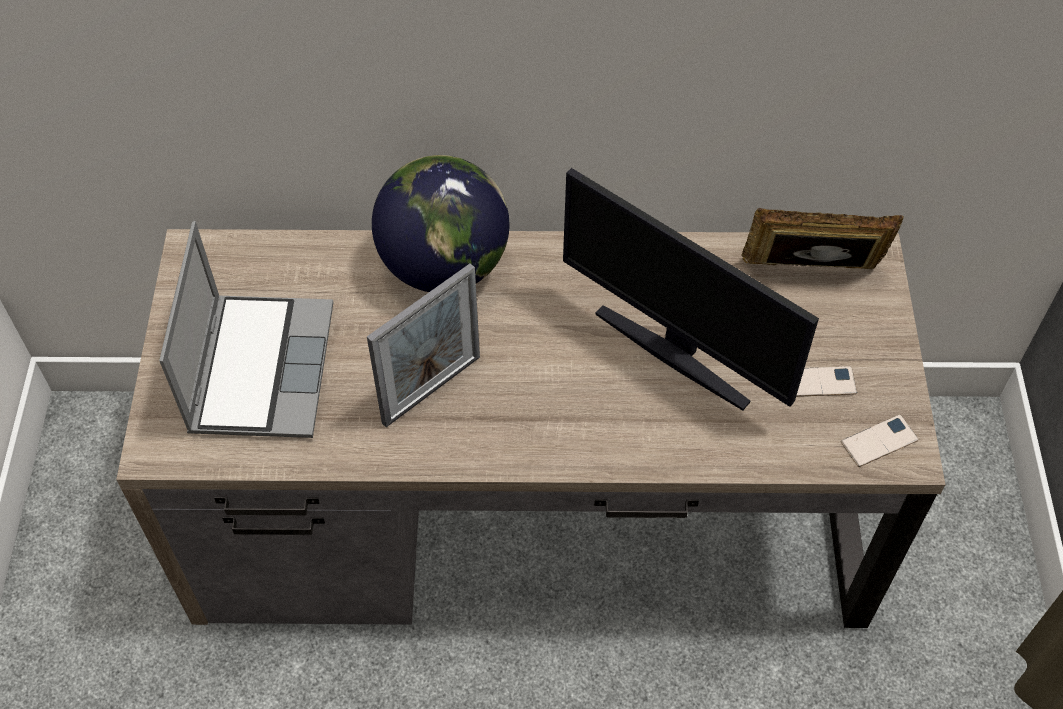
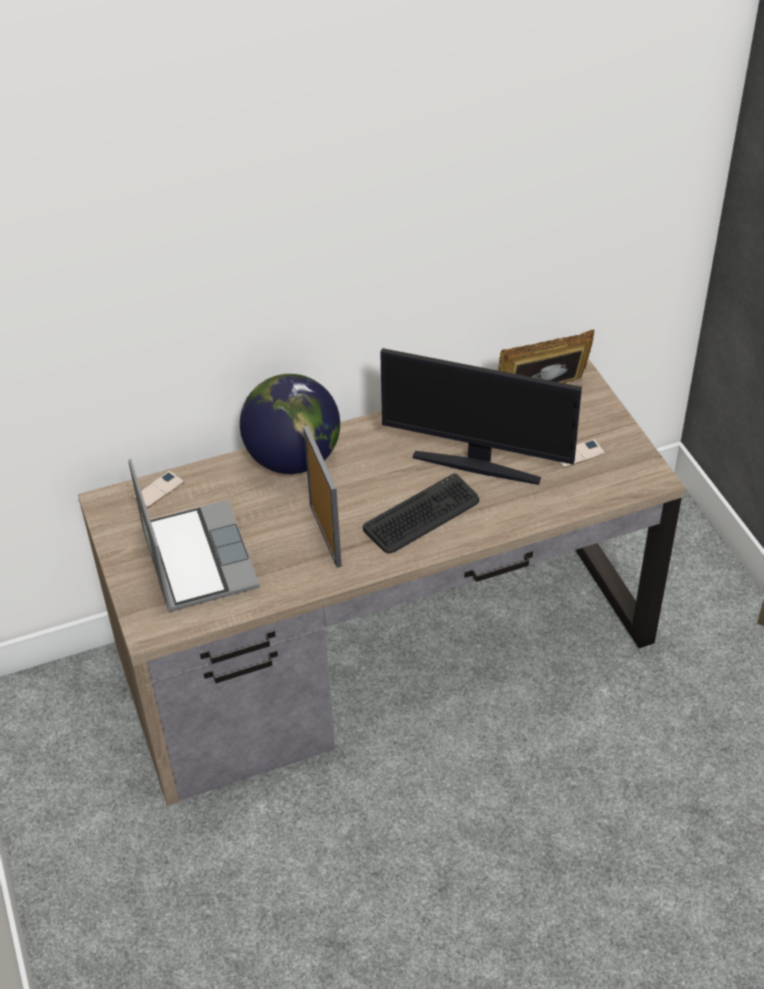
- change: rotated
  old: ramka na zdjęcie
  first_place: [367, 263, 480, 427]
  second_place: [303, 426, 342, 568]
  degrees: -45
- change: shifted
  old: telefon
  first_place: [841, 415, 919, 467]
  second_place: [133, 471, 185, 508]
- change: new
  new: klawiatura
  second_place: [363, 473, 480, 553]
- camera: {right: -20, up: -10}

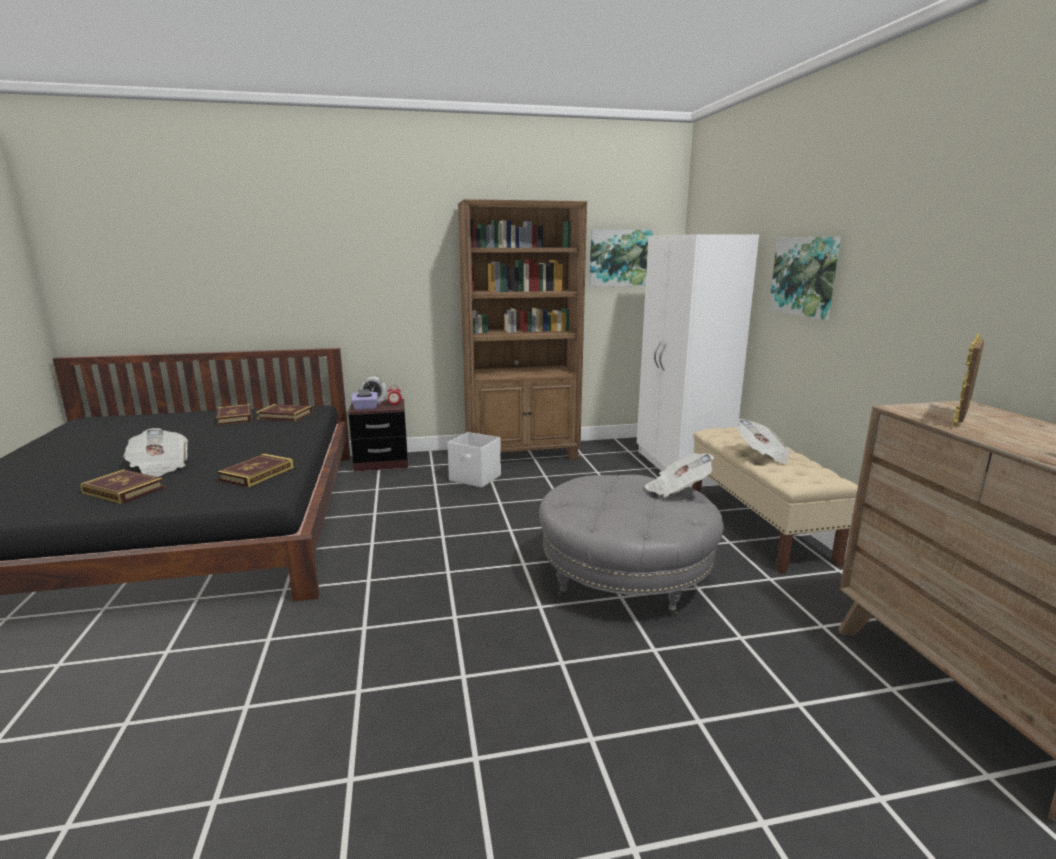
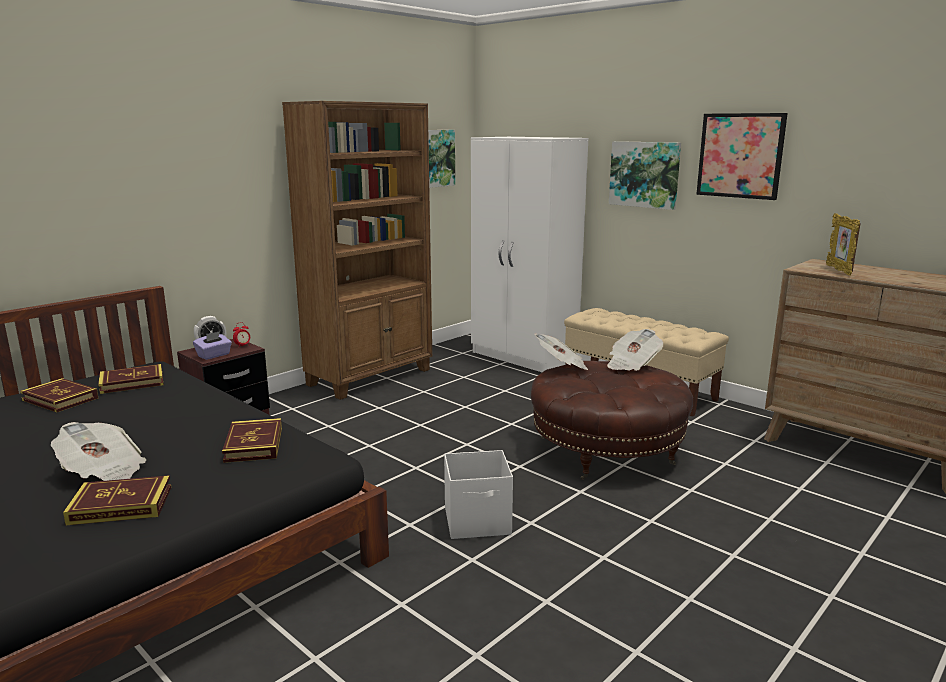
- change: shifted
  old: pojemnik do przechowywania (biały)
  first_place: [447, 432, 501, 488]
  second_place: [444, 450, 513, 539]
- change: repainted
  old: pufa (szary)
  new: pufa (brązowy)
  first_place: [539, 475, 724, 617]
  second_place: [531, 361, 693, 480]
- change: shifted
  old: gazeta
  first_place: [737, 419, 791, 464]
  second_place: [535, 334, 588, 370]
- change: new
  new: obraz
  second_place: [696, 113, 788, 200]
- camera: {right: -35, up: 0}

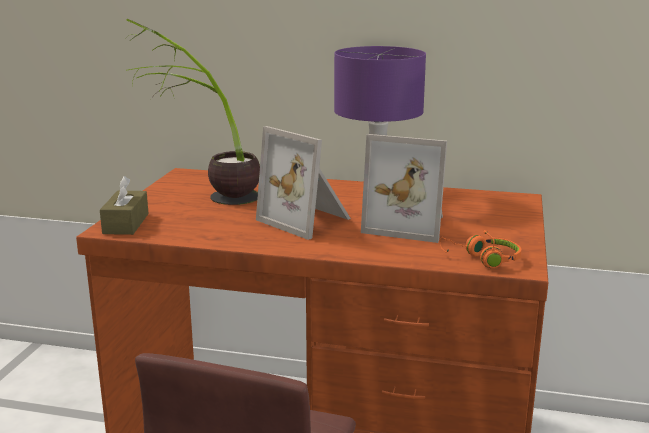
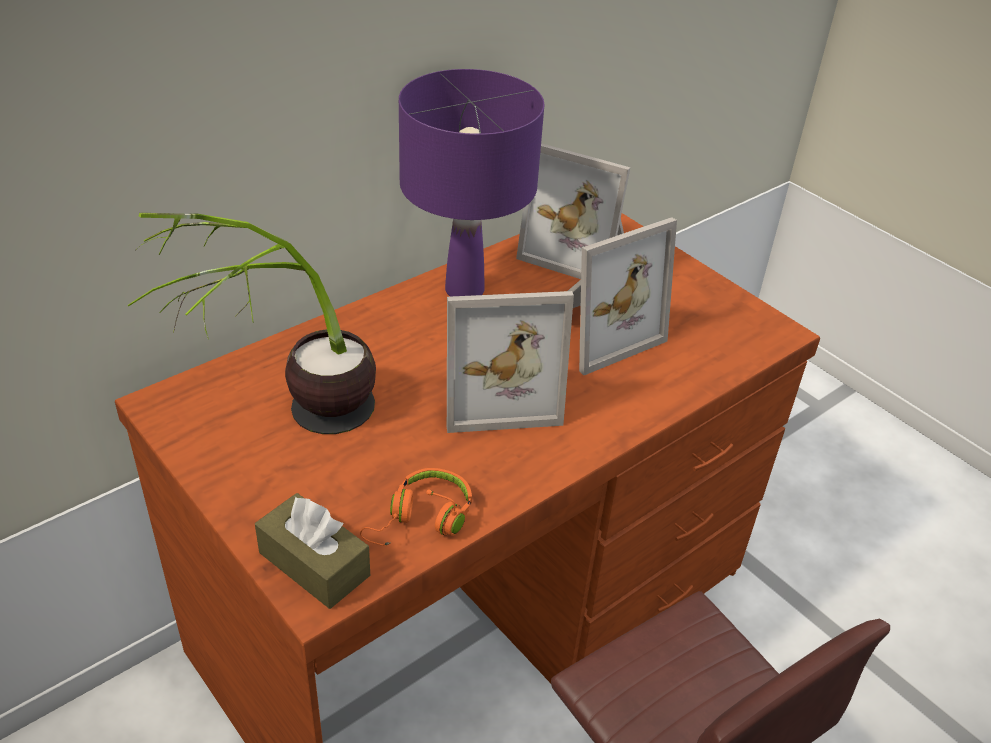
- change: shifted
  old: słuchawki (pomarańczowy)
  first_place: [440, 230, 522, 268]
  second_place: [360, 468, 472, 546]
- change: new
  new: ramka na zdjęcie
  second_place: [516, 143, 630, 279]
- camera: {right: -55, up: 20}

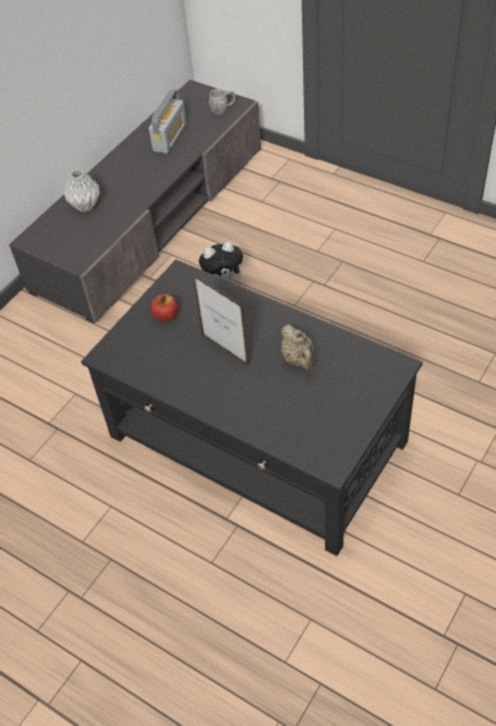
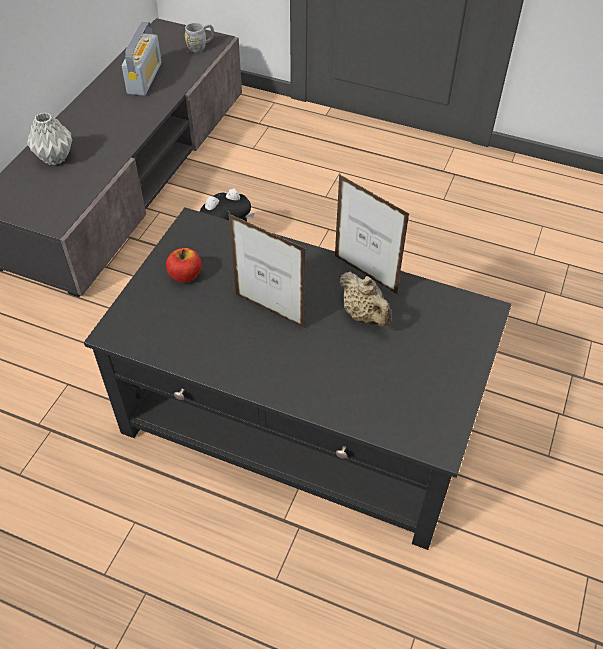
- change: new
  new: ramka na zdjęcie
  second_place: [335, 174, 409, 294]
- camera: {right: -15, up: 0}

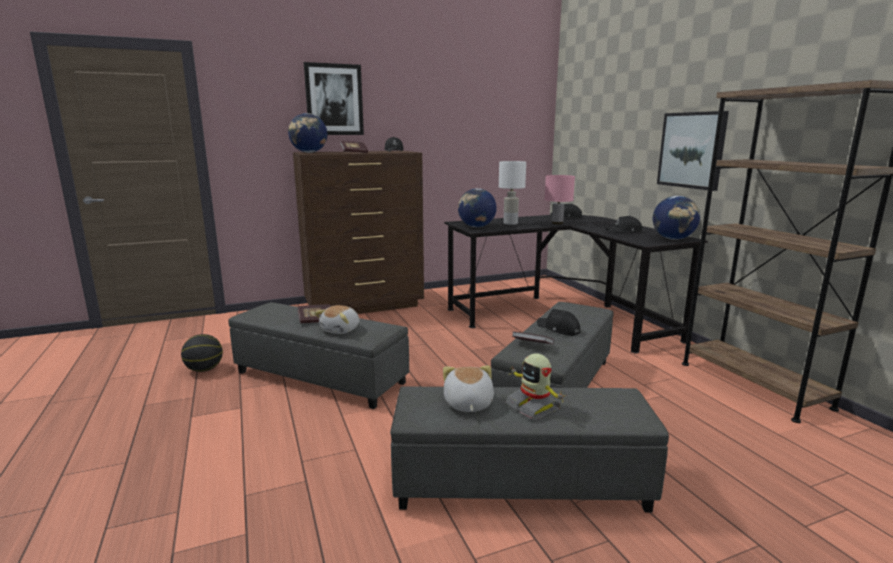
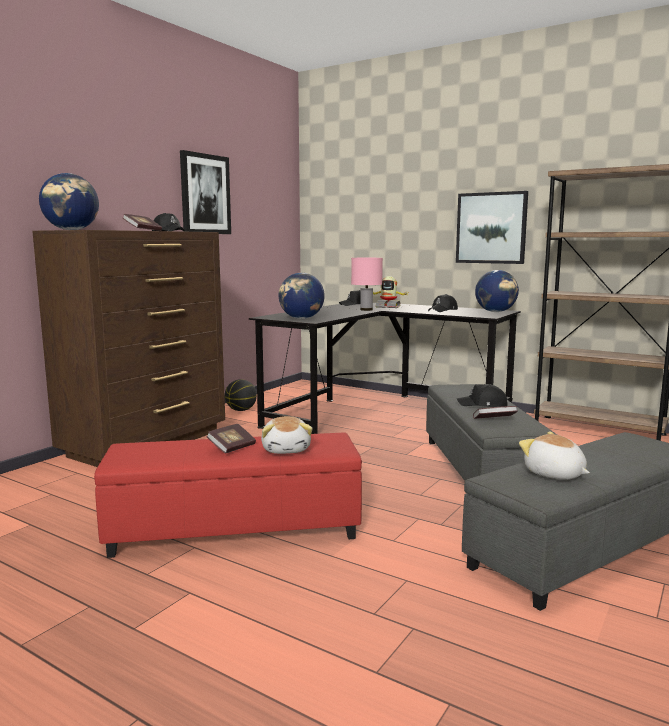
- change: shifted
  old: piłka do koszykówki
  first_place: [181, 334, 223, 372]
  second_place: [225, 379, 257, 411]
- change: repainted
  old: pufa (szary)
  new: pufa (czerwony)
  first_place: [228, 302, 409, 409]
  second_place: [94, 433, 362, 558]
- change: shifted
  old: obraz
  first_place: [304, 62, 364, 135]
  second_place: [180, 150, 231, 234]
- change: gone
  old: lampa stołowa (biały)
  first_place: [499, 161, 526, 225]
- change: shifted
  old: robot zabawkowy
  first_place: [505, 353, 564, 420]
  second_place: [373, 276, 407, 308]
- camera: {right: -35, up: -5}

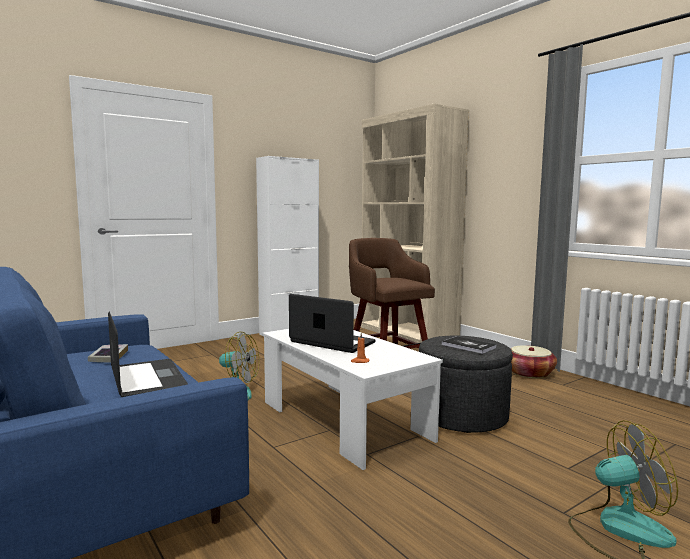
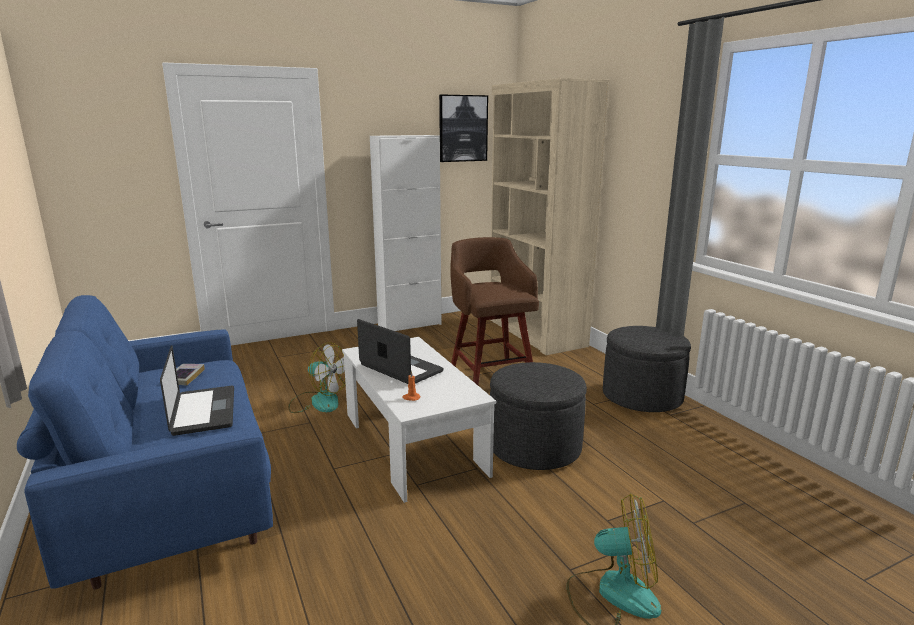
- change: gone
  old: książka
  first_place: [442, 336, 497, 354]
- change: swapped
  old: koszyk
  new: pufa (szary)
  first_place: [511, 345, 557, 379]
  second_place: [603, 326, 691, 412]
- change: new
  new: obraz
  second_place: [439, 95, 488, 162]
- camera: {right: 10, up: 10}

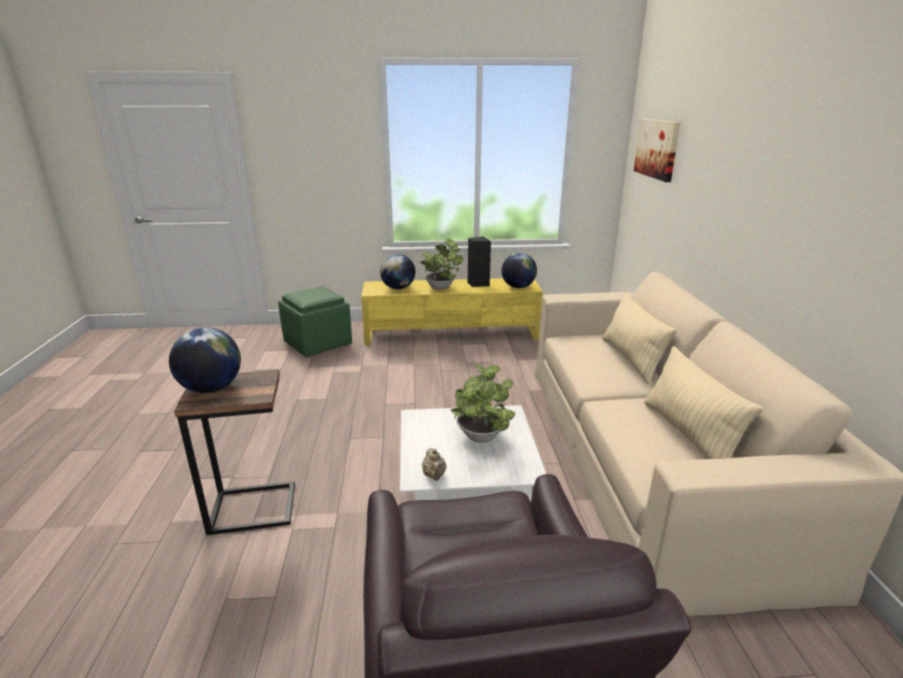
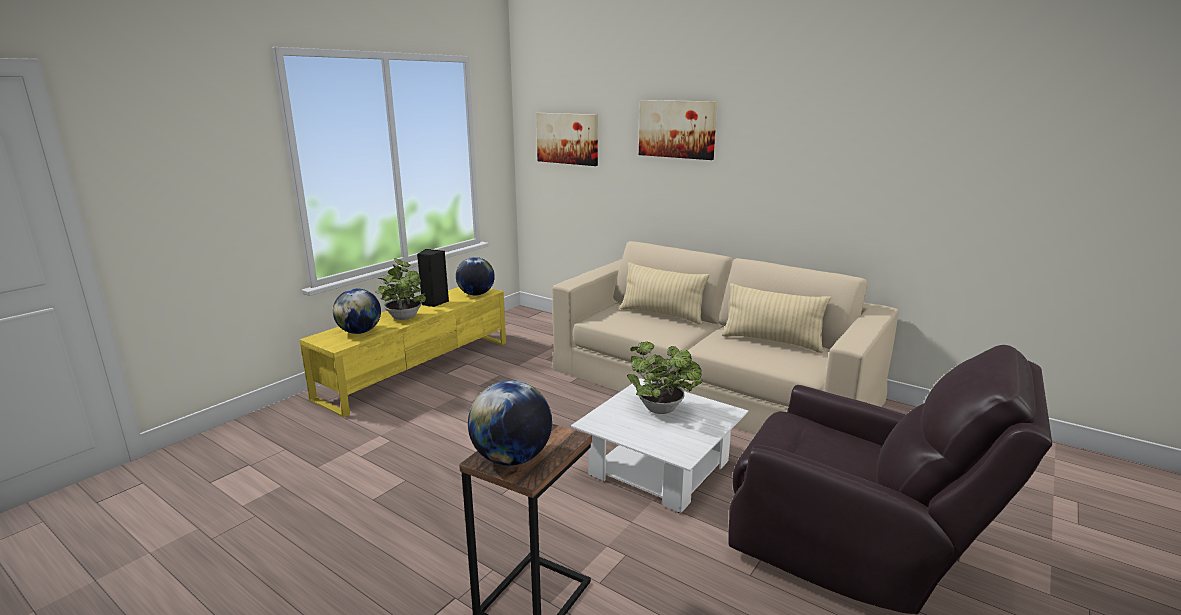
- change: gone
  old: pufa (zielony)
  first_place: [278, 286, 352, 357]
- change: gone
  old: imbryk (beżowy)
  first_place: [422, 448, 447, 481]
- change: new
  new: obraz
  second_place: [639, 100, 717, 160]
- camera: {right: -50, up: -5}

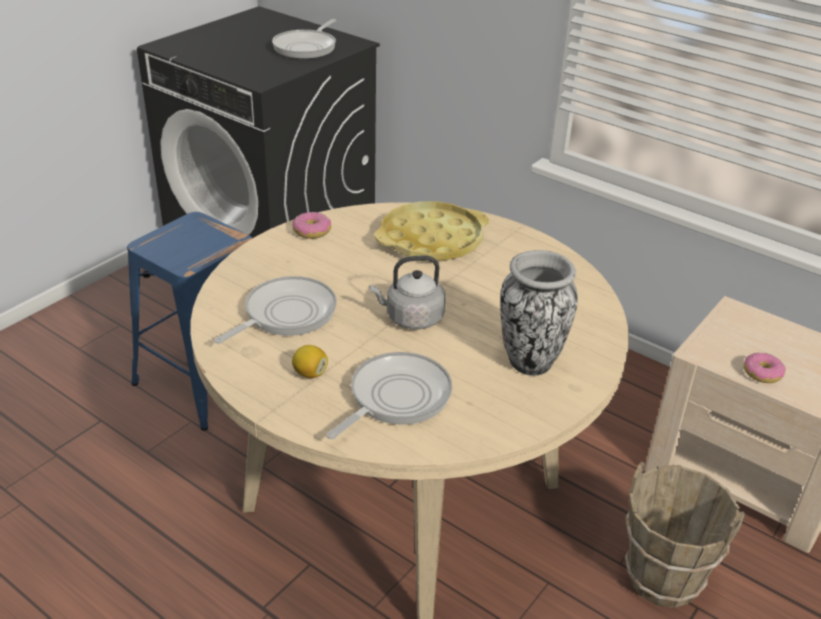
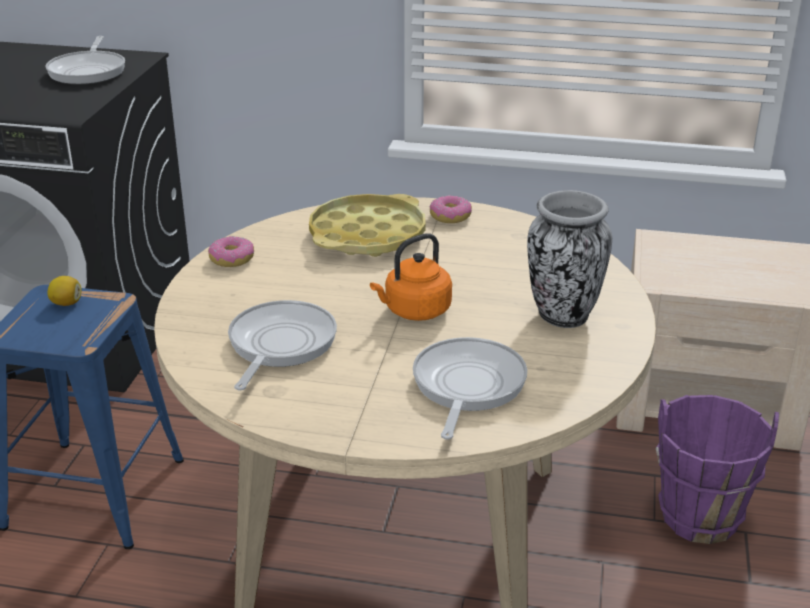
- change: shifted
  old: cytryna
  first_place: [292, 345, 328, 378]
  second_place: [48, 276, 82, 306]
- change: repainted
  old: czajnik (szary)
  new: czajnik (pomarańczowy)
  first_place: [369, 255, 445, 329]
  second_place: [370, 233, 452, 321]
- change: repainted
  old: wiadro (brązowy)
  new: wiadro (fioletowy)
  first_place: [625, 461, 745, 608]
  second_place: [656, 395, 779, 544]
- change: shifted
  old: donut
  first_place: [744, 352, 786, 383]
  second_place: [430, 195, 472, 223]
- camera: {right: -25, up: -5}

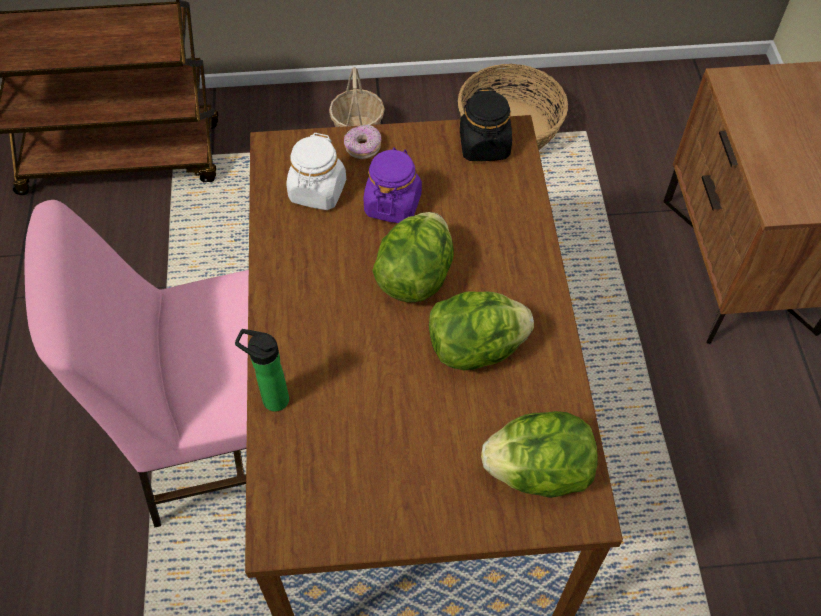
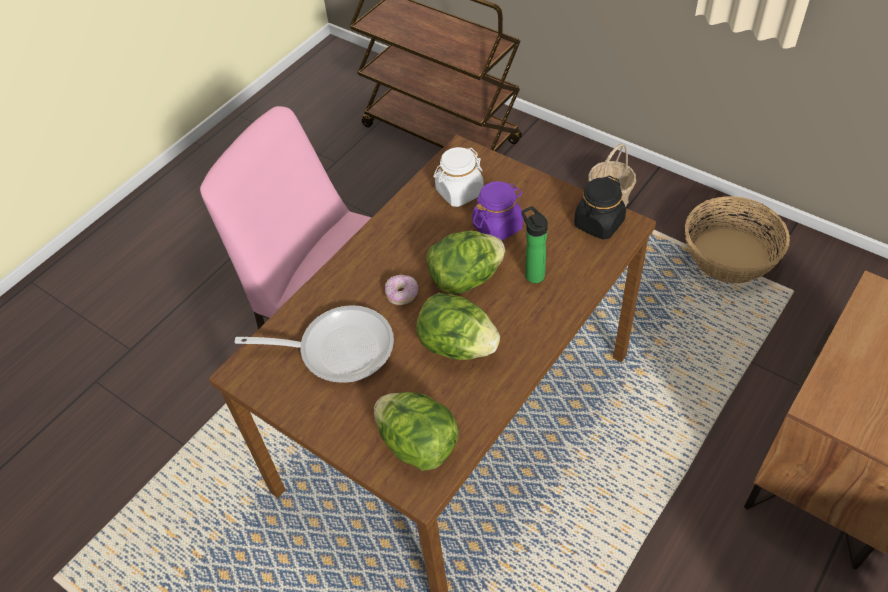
- change: shifted
  old: butelka
  first_place: [235, 329, 289, 411]
  second_place: [521, 206, 548, 283]
- change: shifted
  old: donut
  first_place: [344, 125, 381, 159]
  second_place: [385, 275, 418, 305]
- change: new
  new: patelnia
  second_place: [235, 305, 394, 383]
- camera: {right: 45, up: -5}

